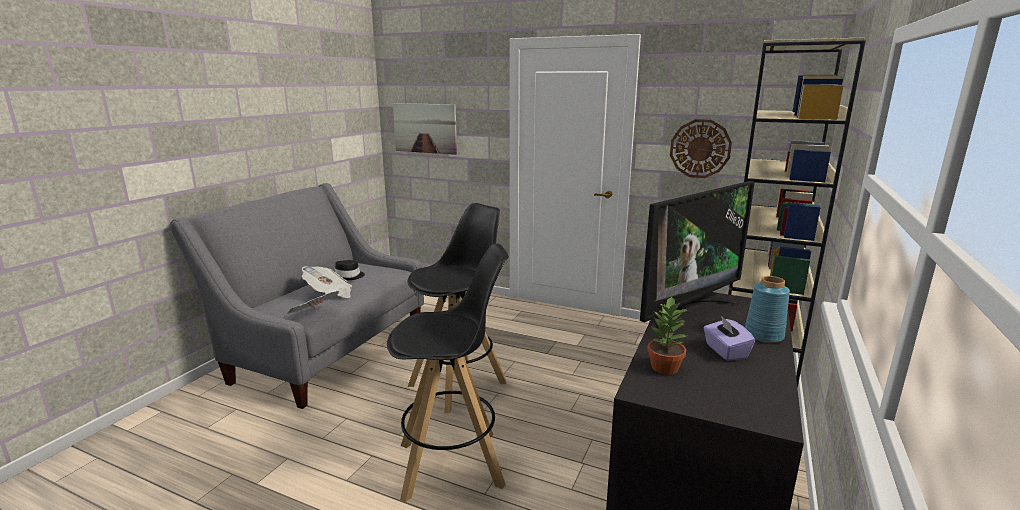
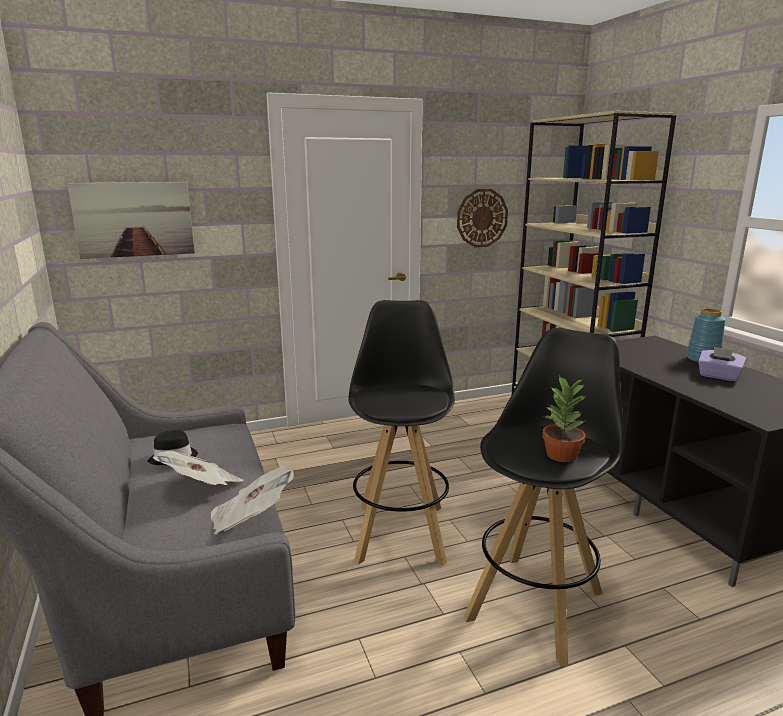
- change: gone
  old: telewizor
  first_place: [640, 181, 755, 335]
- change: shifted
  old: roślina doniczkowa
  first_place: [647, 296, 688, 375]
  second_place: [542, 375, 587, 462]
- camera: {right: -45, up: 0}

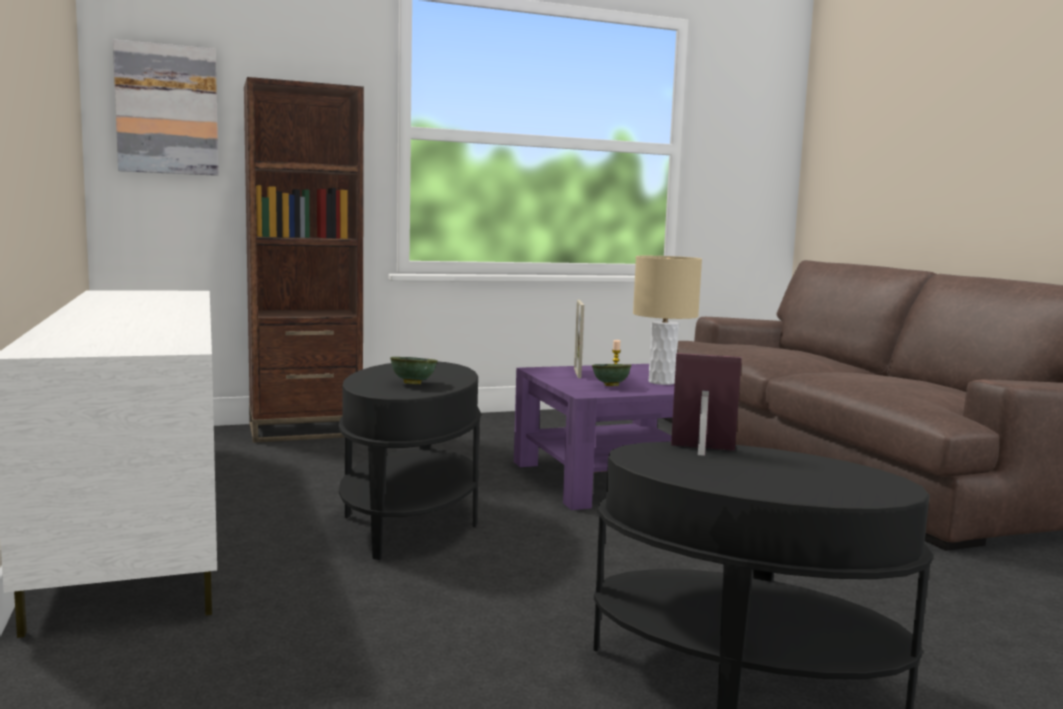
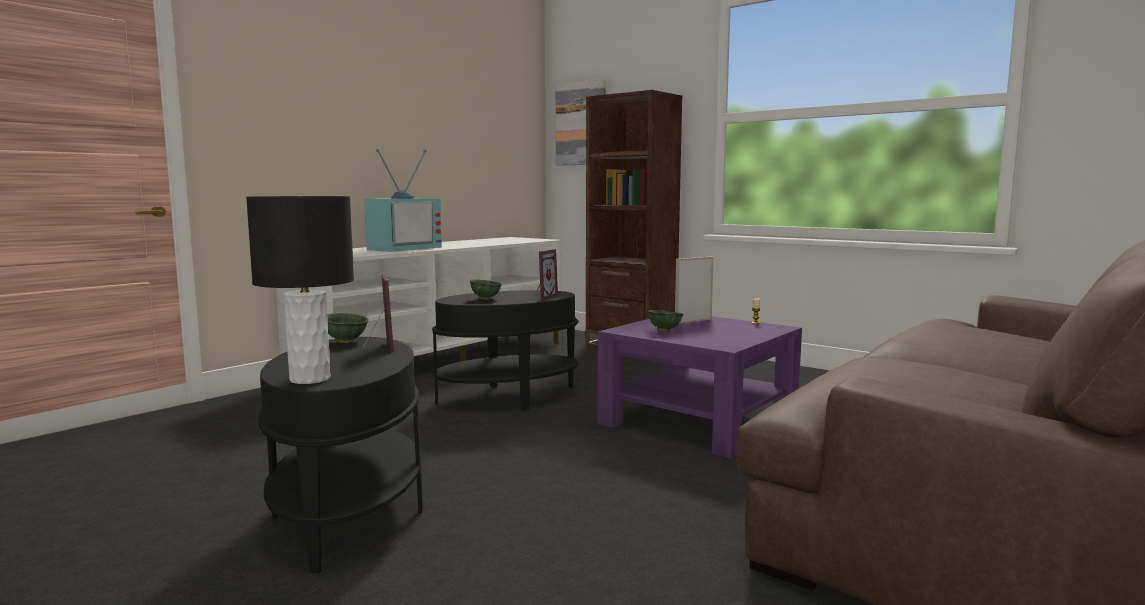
- change: gone
  old: lampa stołowa (beżowy)
  first_place: [633, 256, 702, 385]
- change: new
  new: lampa stołowa (czarny)
  second_place: [246, 196, 354, 384]
- change: new
  new: miska (zielony)
  second_place: [327, 313, 369, 343]
- change: new
  new: telewizor
  second_place: [365, 148, 442, 252]
- change: new
  new: ramka na zdjęcie
  second_place: [534, 249, 558, 301]
- camera: {right: 60, up: 0}

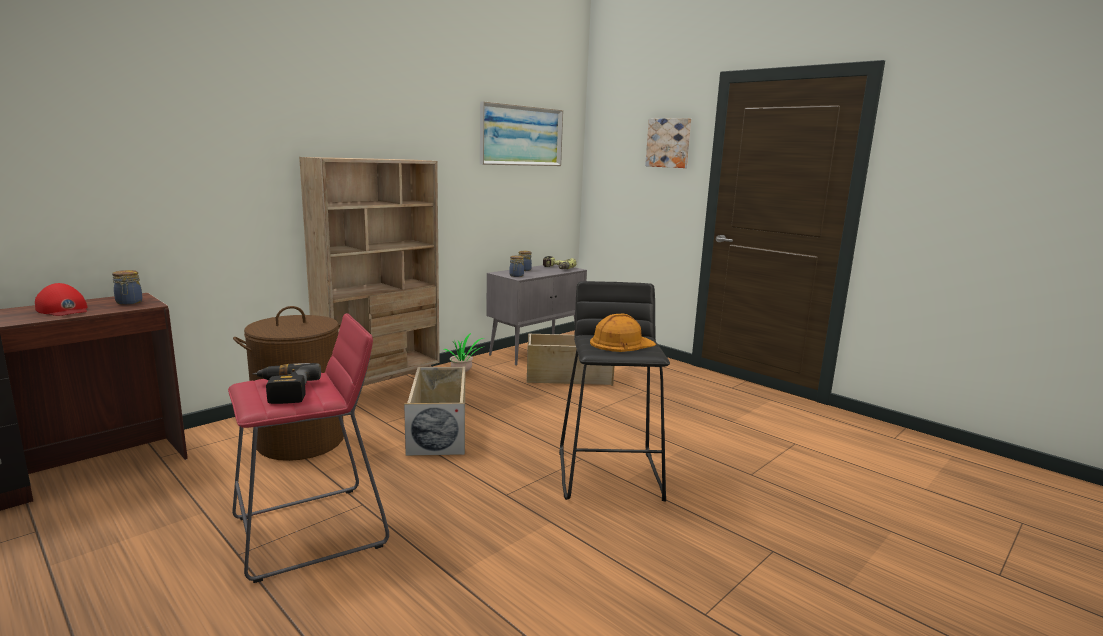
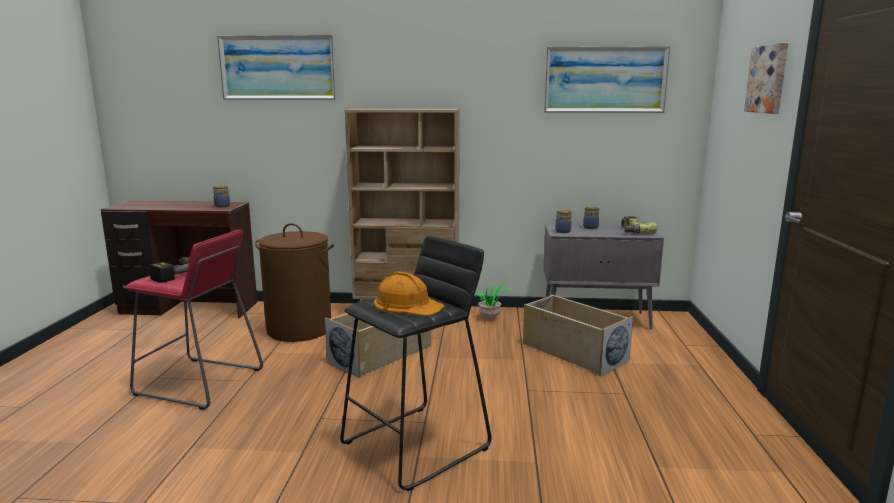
- change: gone
  old: czapka z daszkiem (czerwony)
  first_place: [35, 283, 88, 316]
- change: new
  new: obraz
  second_place: [217, 35, 337, 100]
- camera: {right: 50, up: 0}

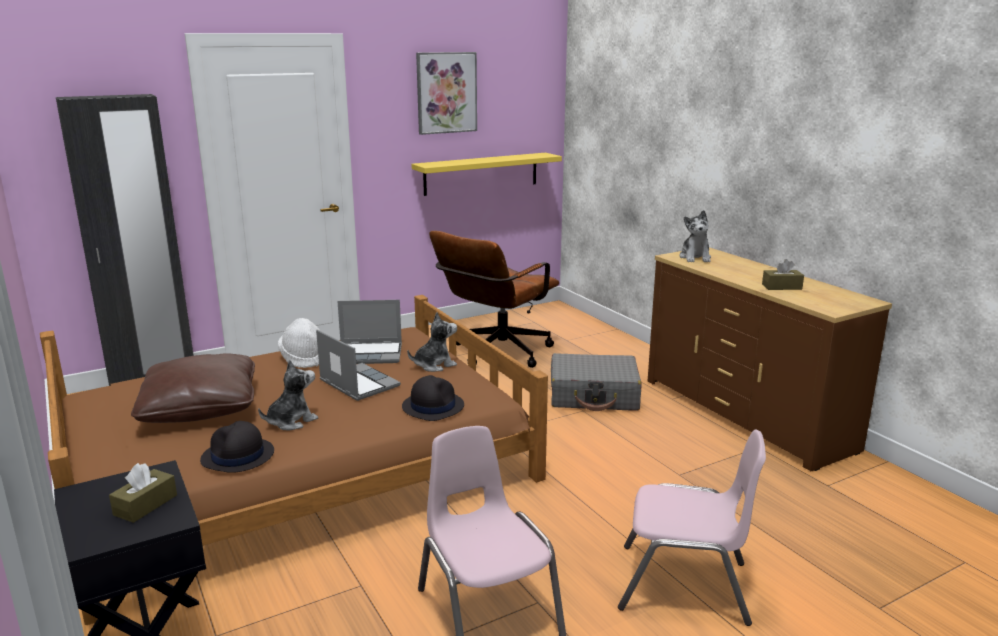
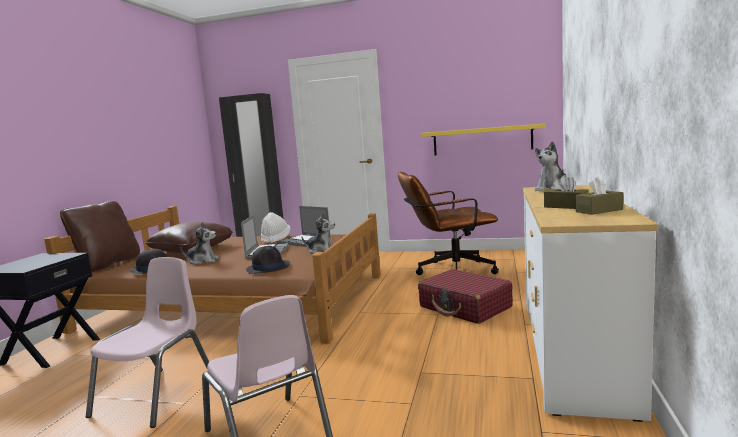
- change: shifted
  old: pudełko chusteczek (brązowy)
  first_place: [109, 463, 177, 523]
  second_place: [576, 176, 623, 215]
- change: gone
  old: obraz
  first_place: [416, 52, 477, 135]
- change: repainted
  old: walizka (szary)
  new: walizka (czerwony)
  first_place: [551, 353, 642, 411]
  second_place: [418, 269, 513, 324]
- change: repainted
  old: komoda (brązowy)
  new: komoda (biały)
  first_place: [648, 247, 892, 471]
  second_place: [523, 185, 658, 422]
- change: new
  new: poduszka (brązowy)
  second_place: [60, 200, 140, 272]
- camera: {right: 45, up: -10}

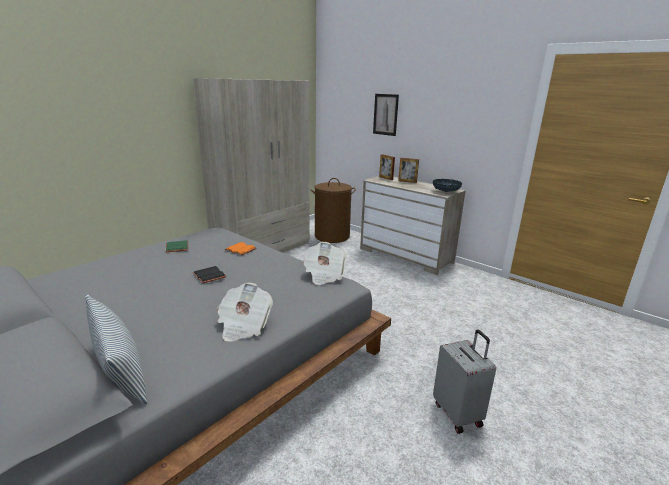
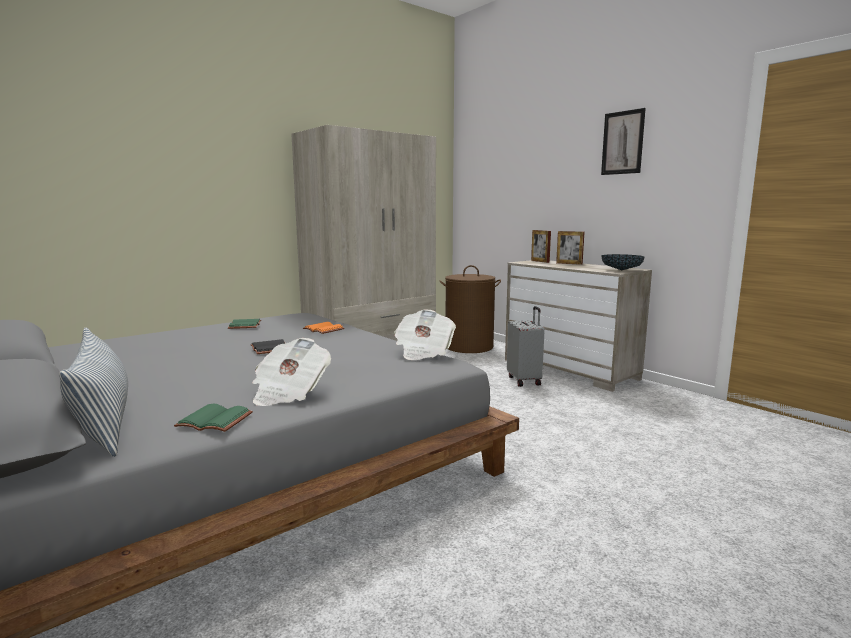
- change: shifted
  old: obraz
  first_place: [373, 94, 399, 136]
  second_place: [601, 108, 646, 175]
- change: shifted
  old: walizka (szary)
  first_place: [433, 329, 496, 434]
  second_place: [507, 306, 545, 387]
- change: new
  new: książka (zielony)
  second_place: [174, 404, 253, 432]
- camera: {right: 10, up: -10}

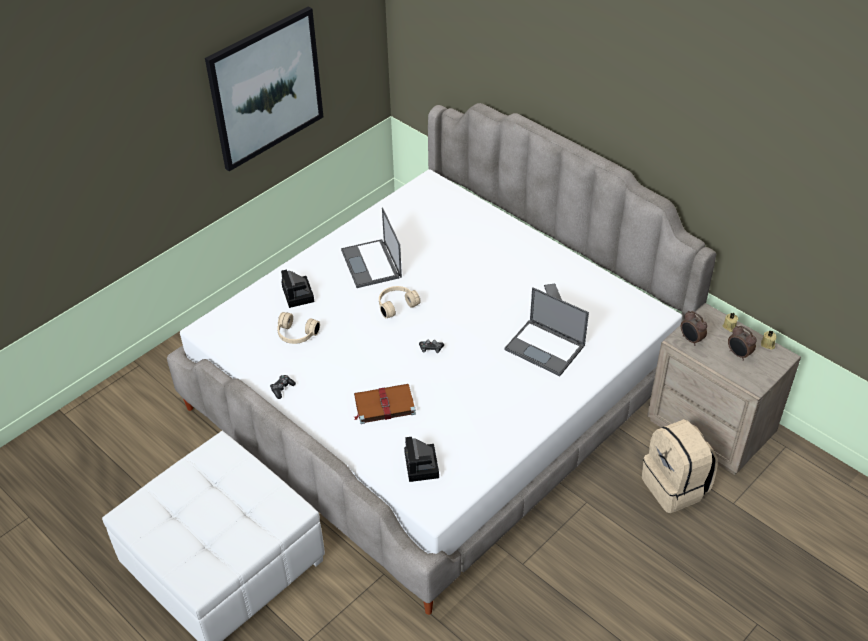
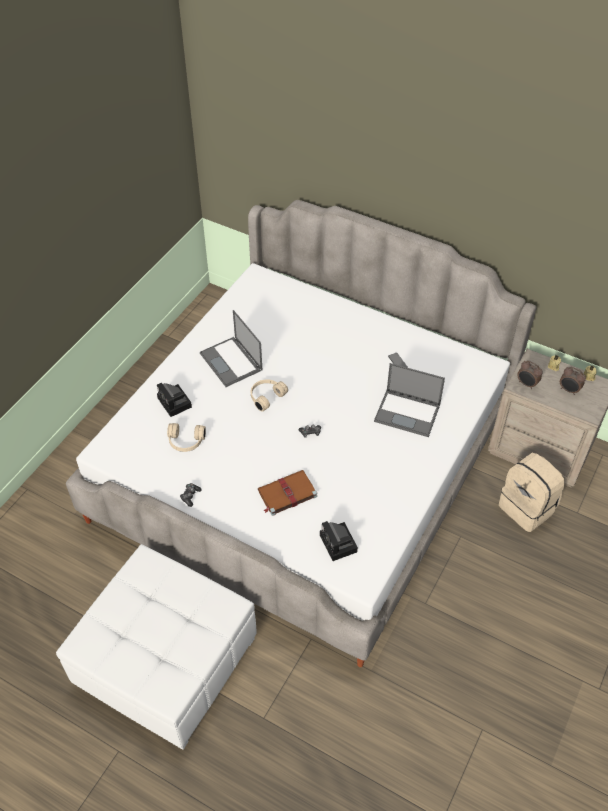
- change: gone
  old: obraz
  first_place: [205, 6, 323, 171]
- camera: {right: -15, up: 5}

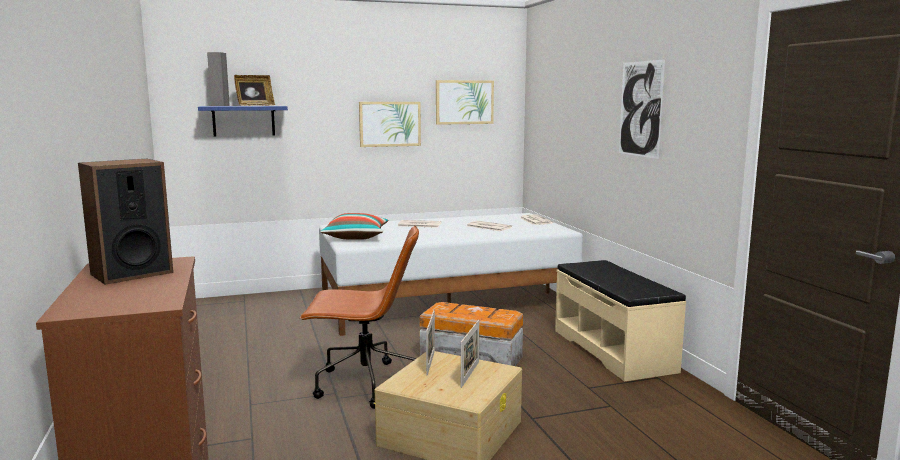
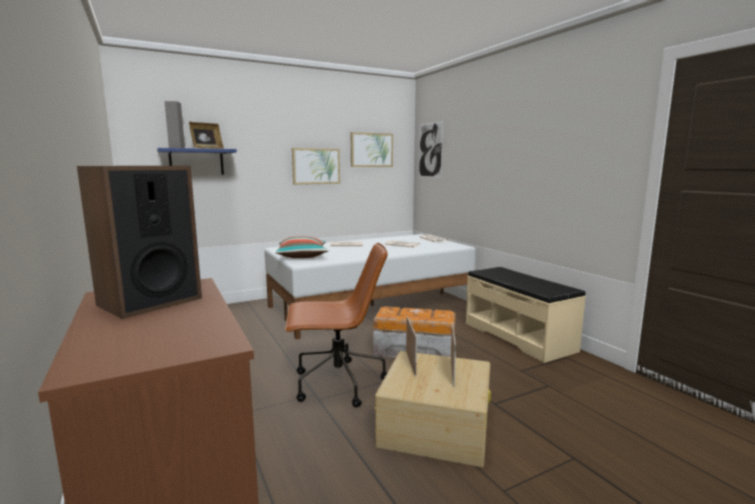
- change: shifted
  old: obraz
  first_place: [619, 59, 665, 159]
  second_place: [419, 121, 443, 178]
- camera: {right: -10, up: 0}

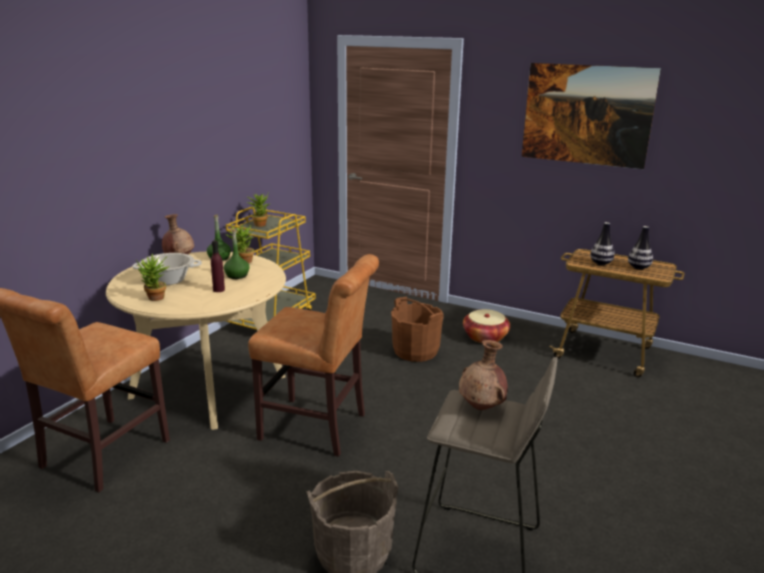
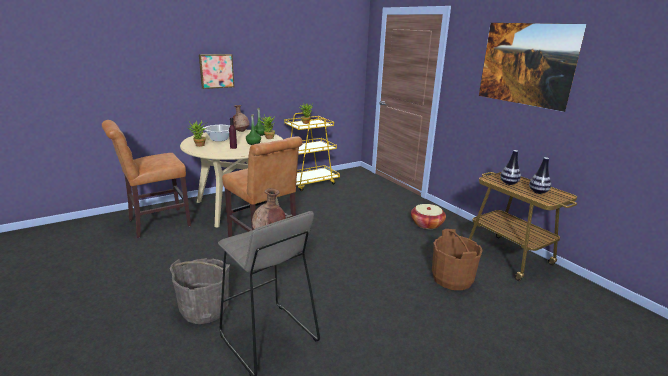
- change: shifted
  old: wiadro (brązowy)
  first_place: [391, 297, 444, 362]
  second_place: [432, 229, 483, 290]
- change: new
  new: obraz
  second_place: [199, 54, 234, 89]
- camera: {right: 30, up: 0}

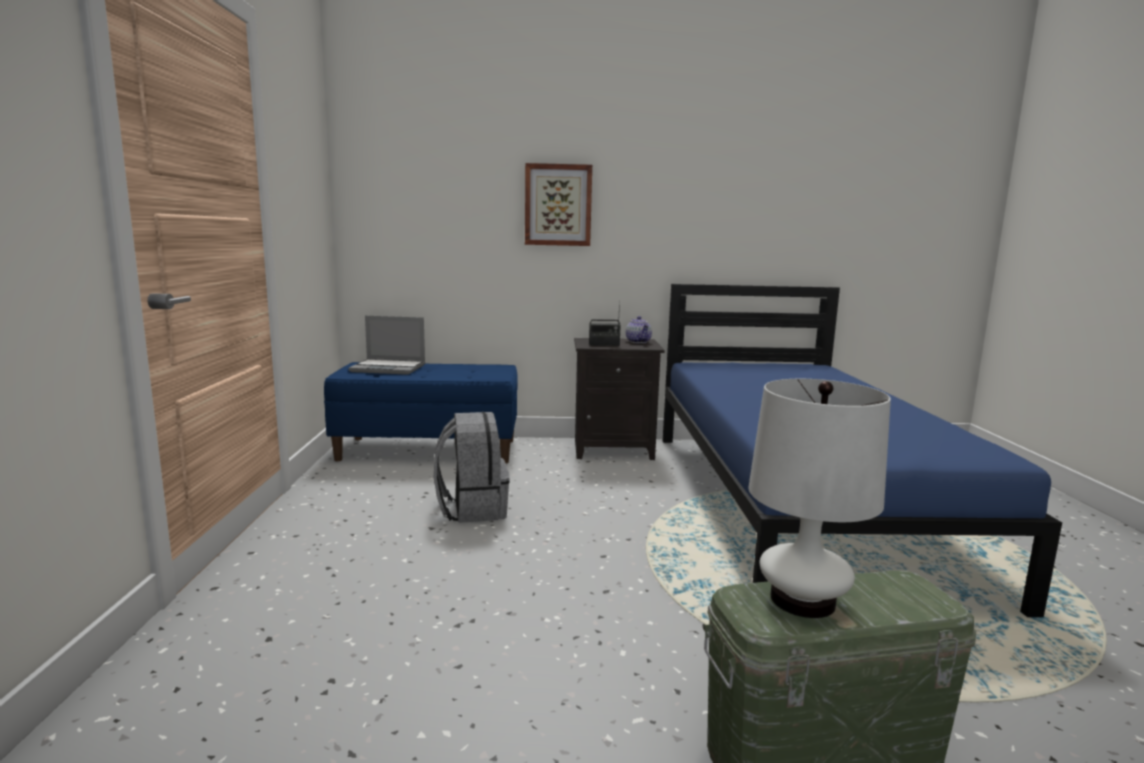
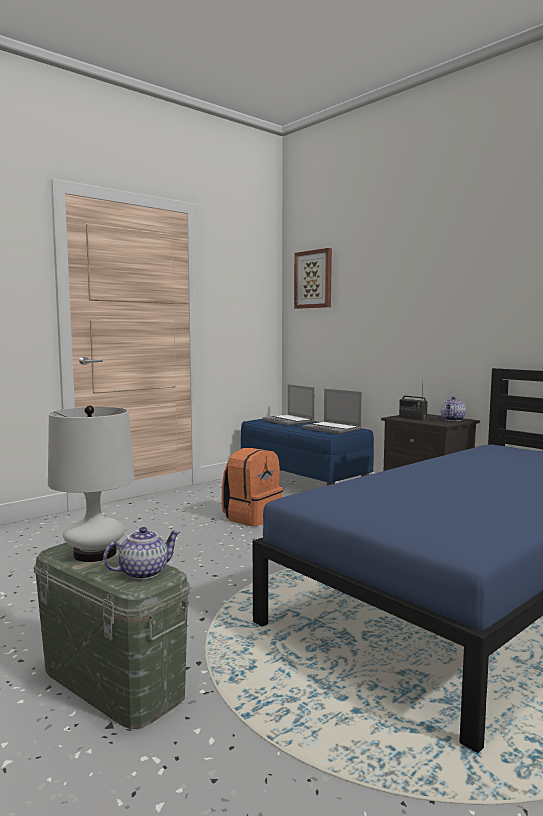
- change: repainted
  old: plecak (szary)
  new: plecak (pomarańczowy)
  first_place: [434, 412, 510, 523]
  second_place: [222, 448, 283, 527]
- change: shifted
  old: obraz
  first_place: [525, 163, 592, 246]
  second_place: [294, 248, 332, 309]
- change: new
  new: imbryk
  second_place: [103, 527, 180, 580]
- change: new
  new: laptop
  second_place: [302, 389, 362, 434]
- camera: {right: 50, up: -5}

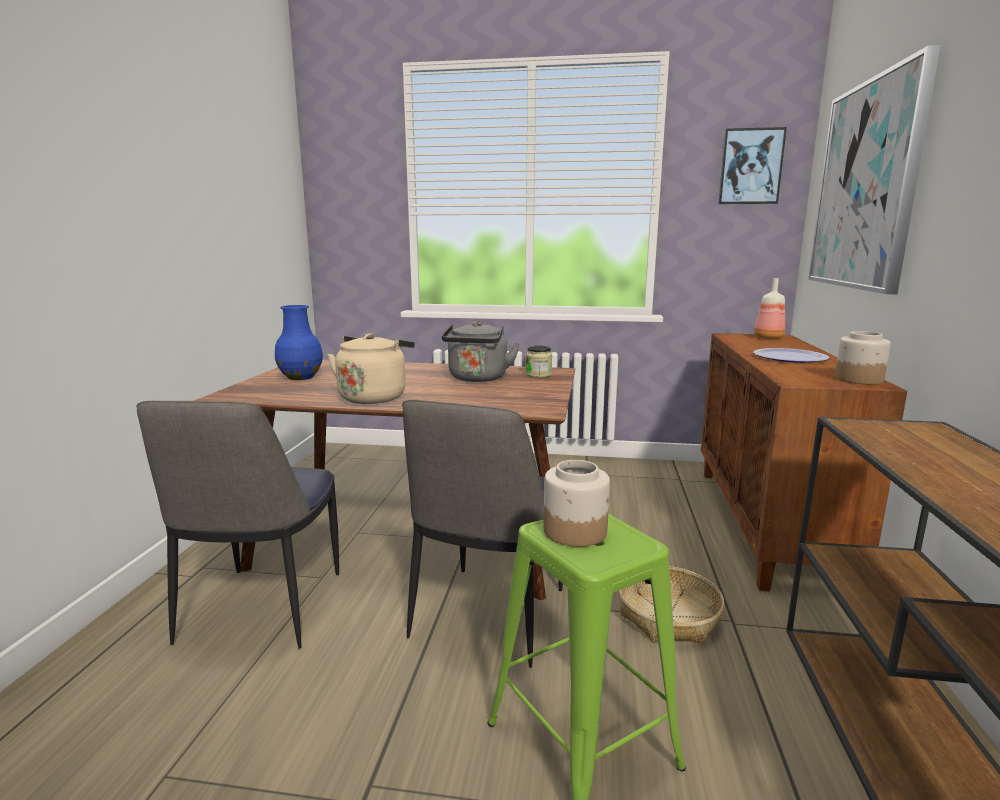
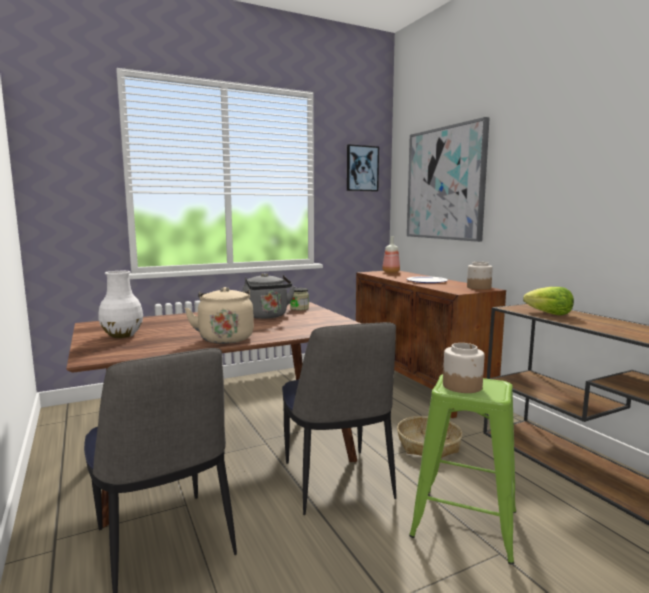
- change: repainted
  old: wazon (niebieski)
  new: wazon (biały)
  first_place: [275, 305, 323, 380]
  second_place: [99, 271, 143, 338]
- change: new
  new: sałata
  second_place: [523, 287, 574, 315]
- camera: {right: -35, up: -5}

